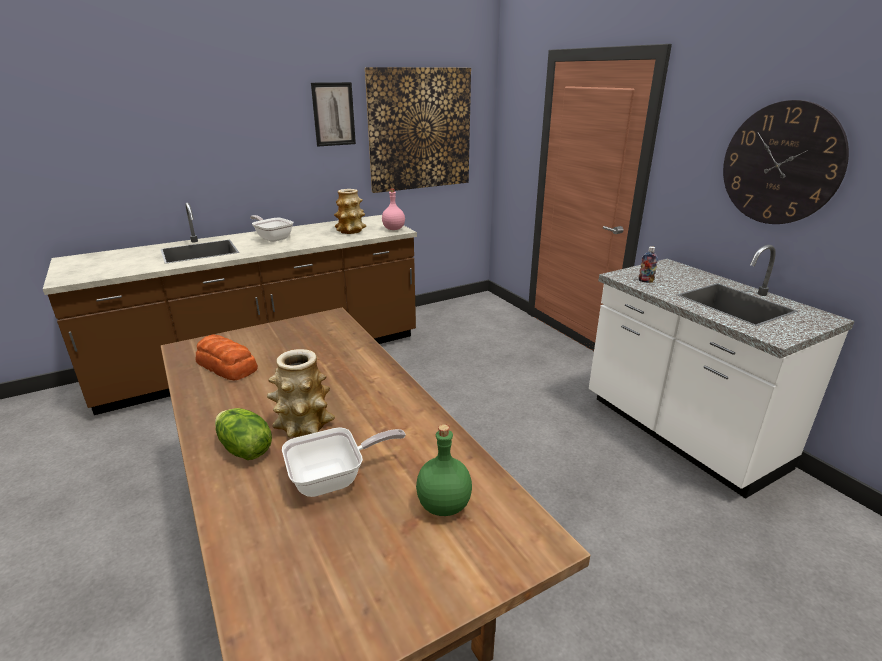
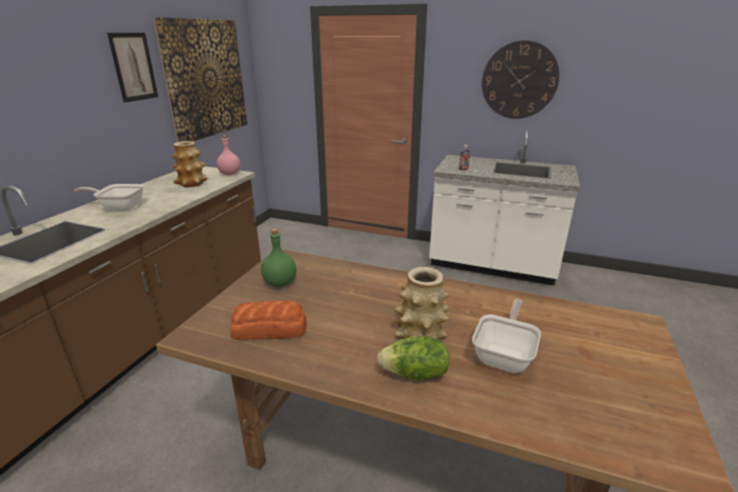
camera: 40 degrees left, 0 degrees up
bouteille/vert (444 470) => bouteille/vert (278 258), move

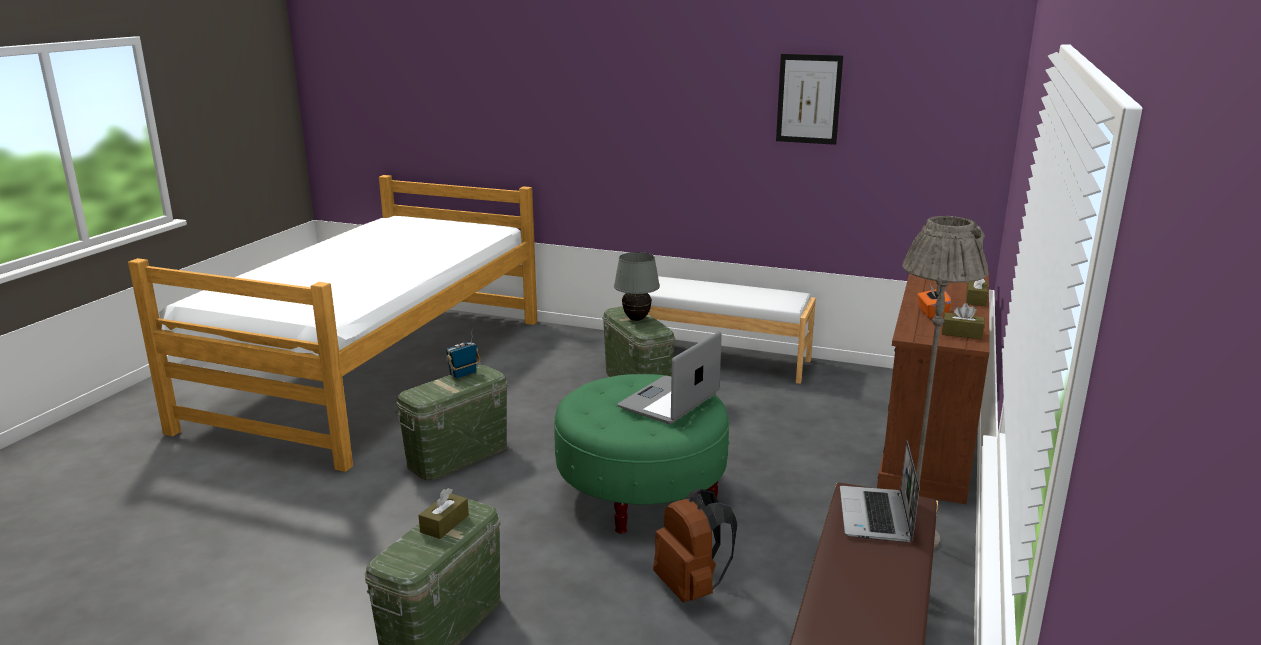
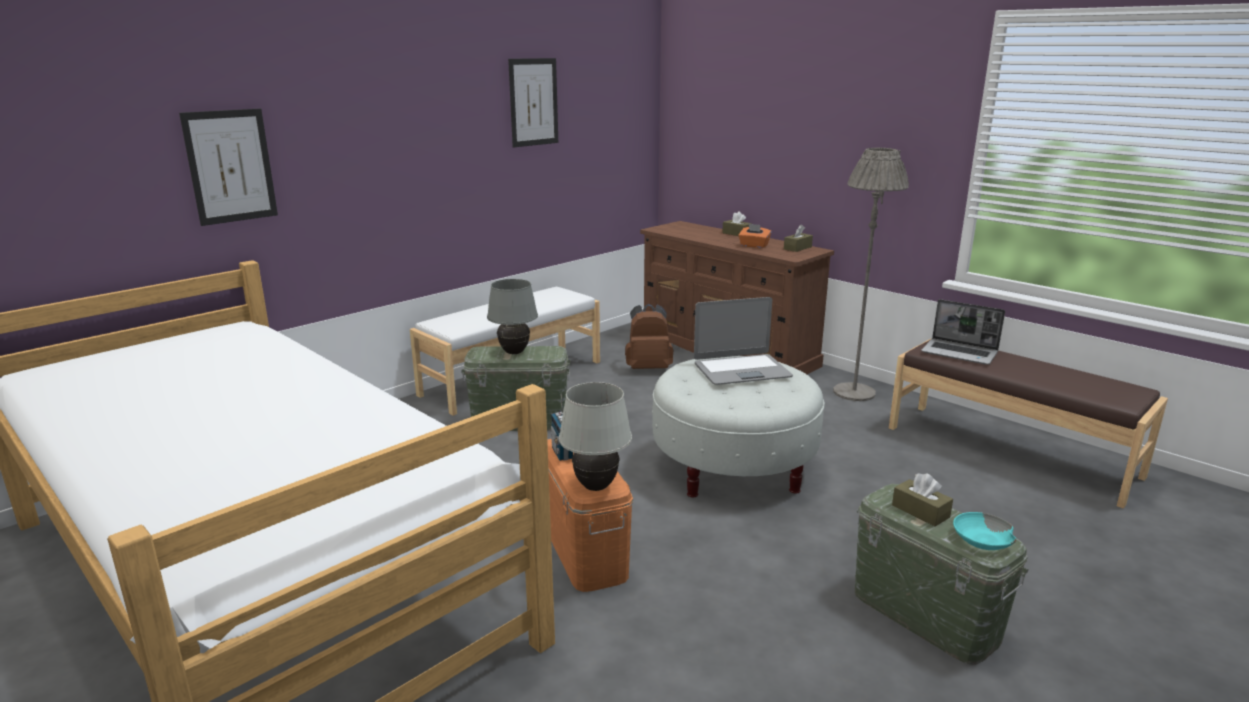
camera: 65 degrees left, 0 degrees up
nothing => tableau (228 167)
nothing => lampe de table/blanc (595 436)
nothing => bol/turquoise (984 531)
sac à dos/marron (695 545) => sac à dos/marron (649 336), move
boîte de rangement/vert (452 422) => boîte de rangement/orange (590 515)
pouf/vert (642 453) => pouf/blanc (738 426)
ordinateur portable (670 377) => ordinateur portable (743 341), 75 degrees counterclockwise

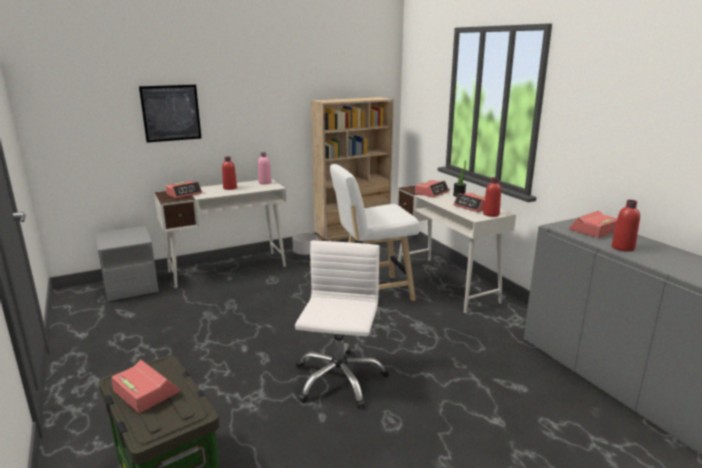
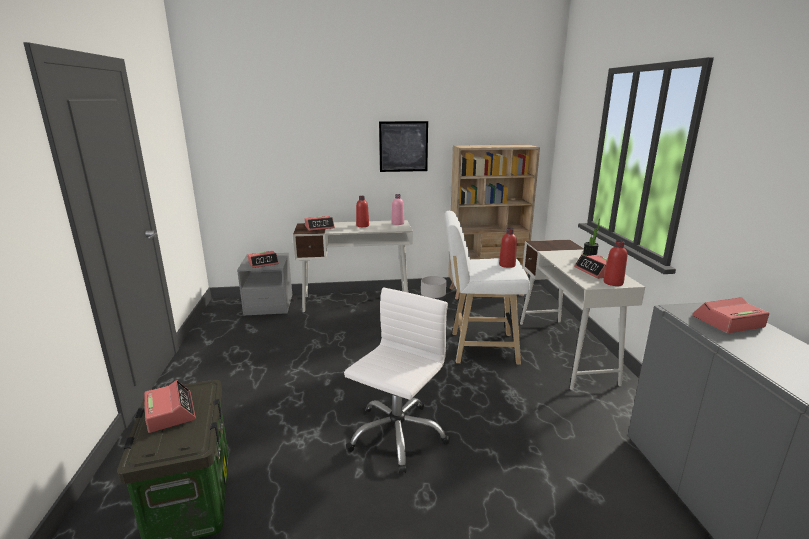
camera: 20 degrees right, 0 degrees up
tableau (170 114) => tableau (403 146), move
réveil (432 189) => réveil (263 259), move
bouteille/rouge (626 226) => bouteille/rouge (508 248), move

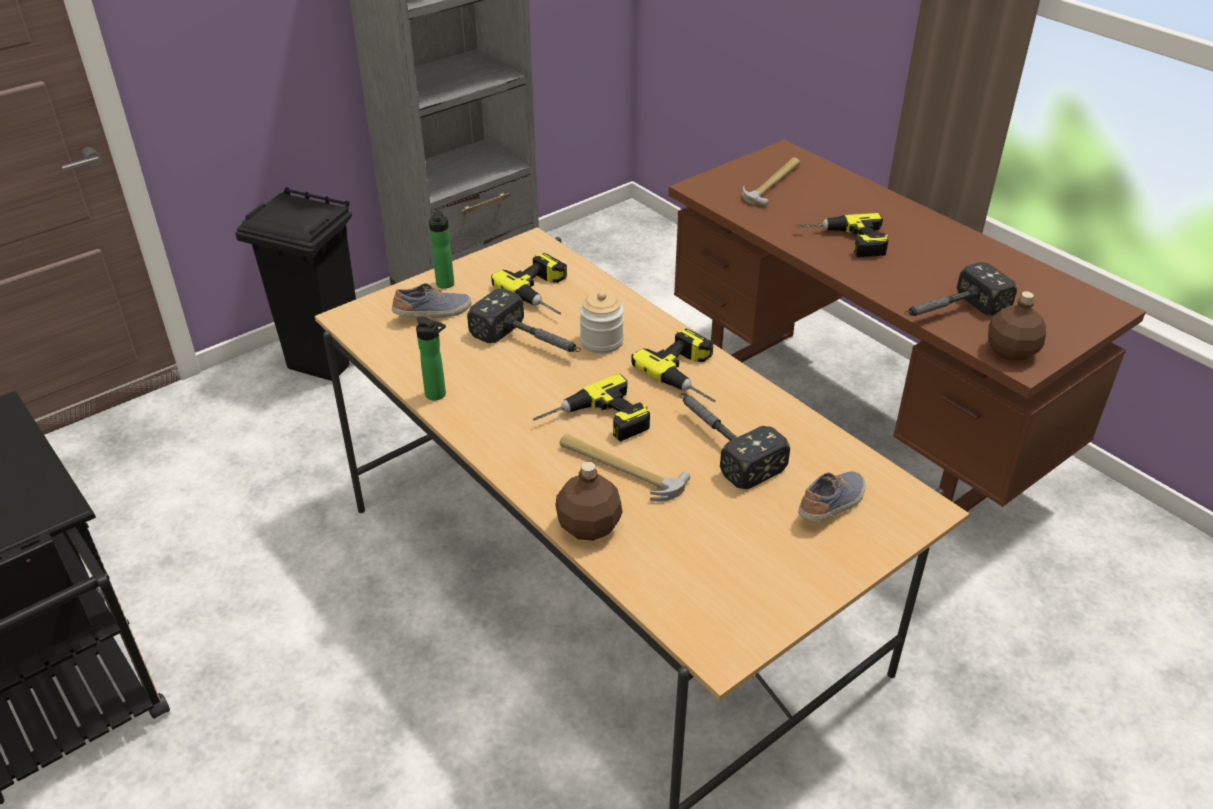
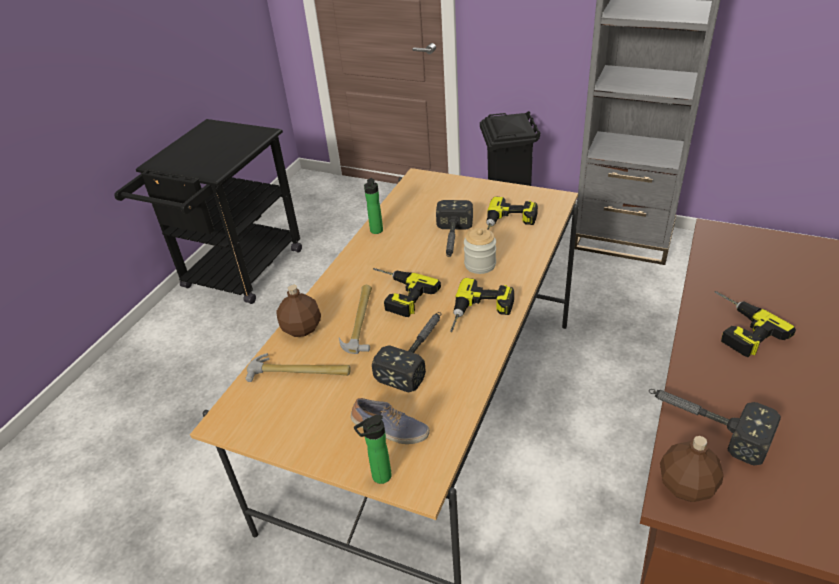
camera: 65 degrees right, 0 degrees up
chaussure (431 300) => nothing
bouteille (441 249) => bouteille (373 449), move
marteau (771 181) => marteau (297 367), move

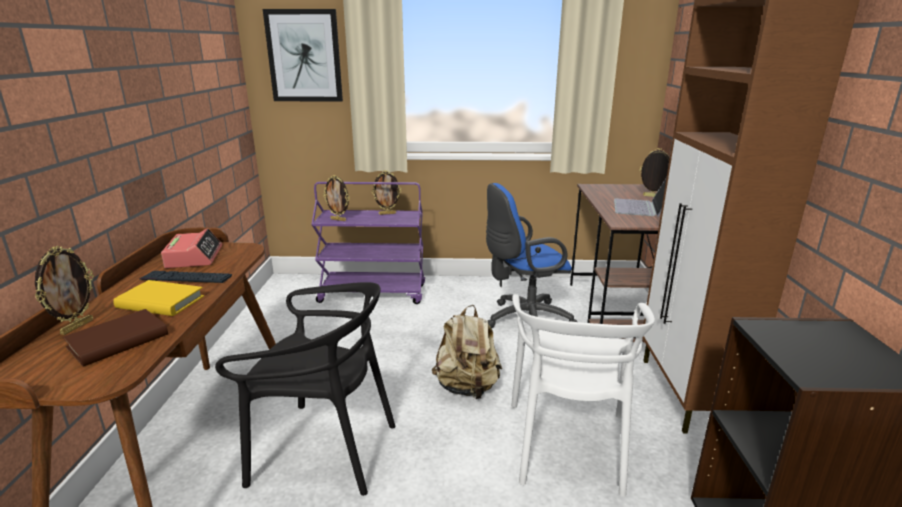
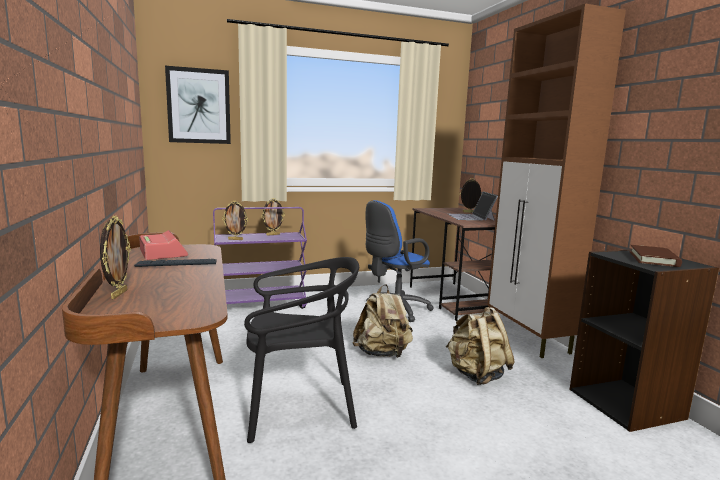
camera: 20 degrees left, 10 degrees down
livre/jaune (158 298) => nothing
livre/marron (115 338) => livre/marron (655 256), move
chaise/blanc (583 395) => sac à dos/beige (480 346)

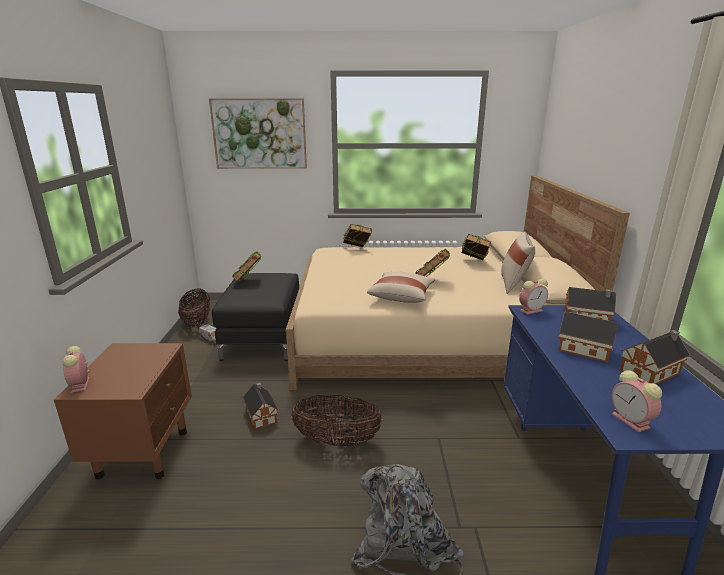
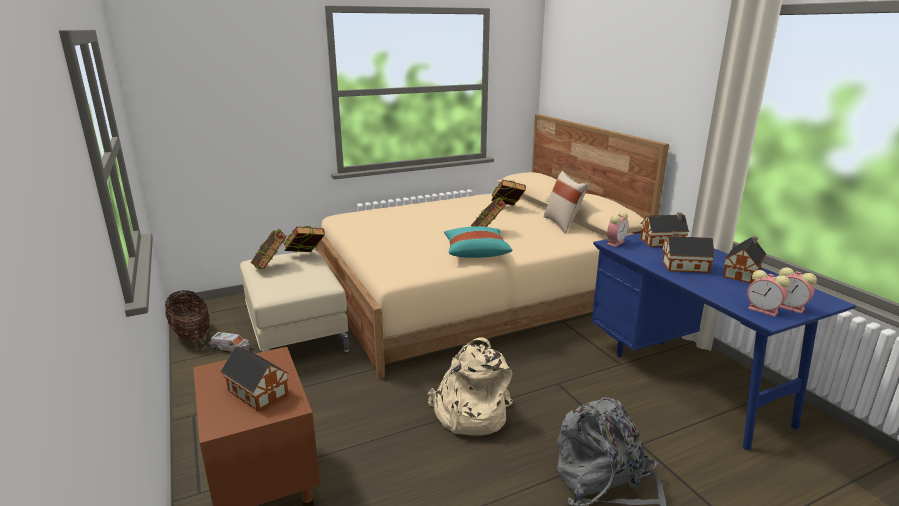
camera: 25 degrees left, 0 degrees up
tableau (258 134) => nothing
réveil (76 369) => réveil (798 290), move
maison miniature (261 406) => maison miniature (255 377), move
livre (357 235) => livre (304 239), move
panier (337 420) => sac à dos/beige (470 386)
pouf/noir (255 317) => pouf/beige (294 301)
coussin/beige (401 287) => coussin/turquoise (478 242)

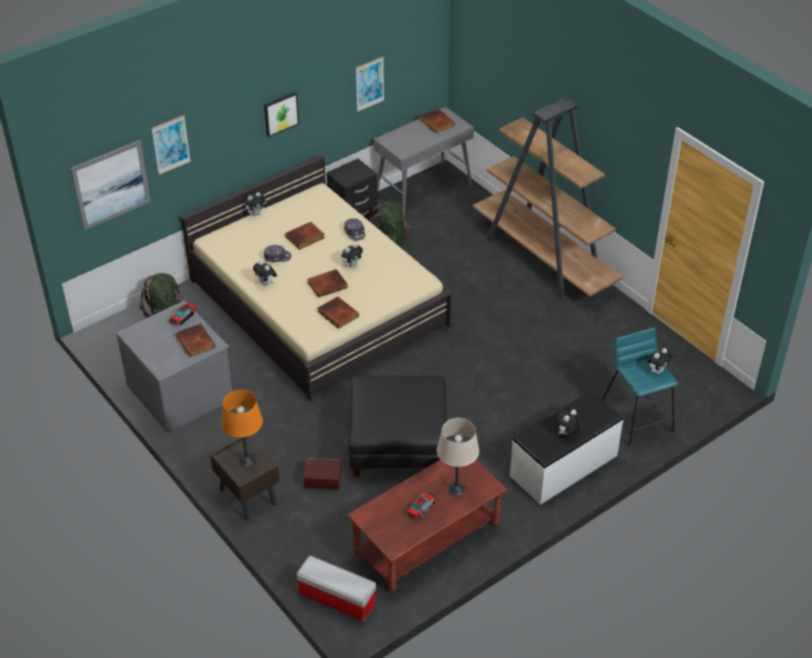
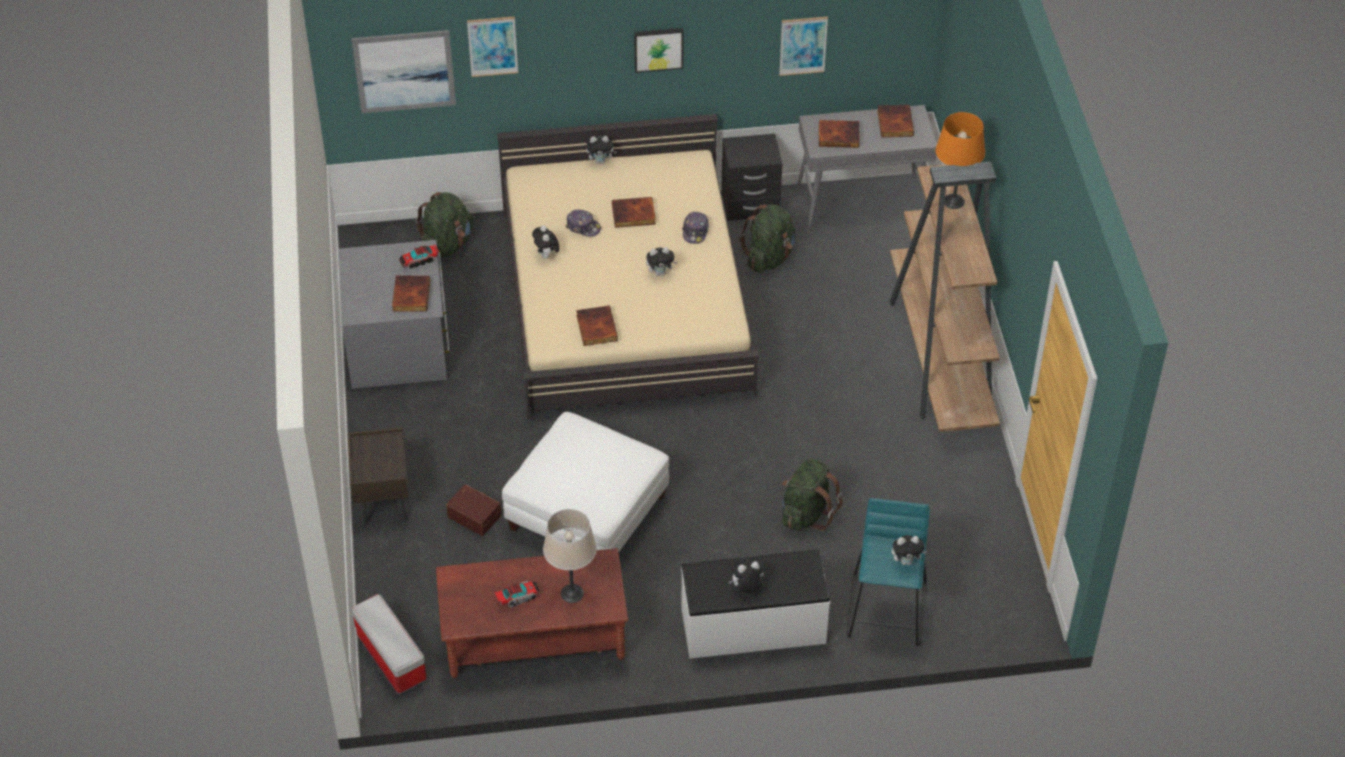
camera: 30 degrees right, 5 degrees up
nothing => sac à dos/vert (812 495)
lampe de table/orange (242 428) => lampe de table/orange (960 160), move
livre (328 283) => livre (839 134), move
pouf/noir (398 426) => pouf/blanc (585 482)

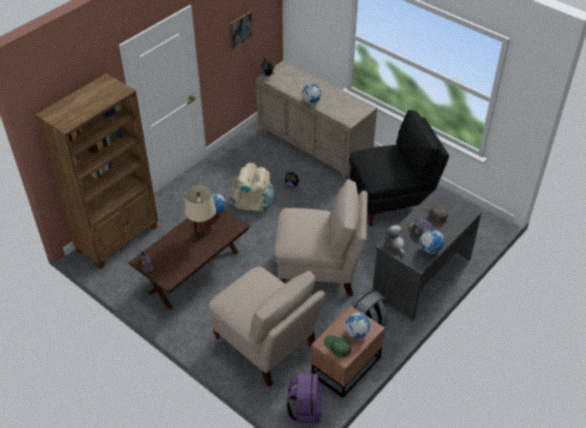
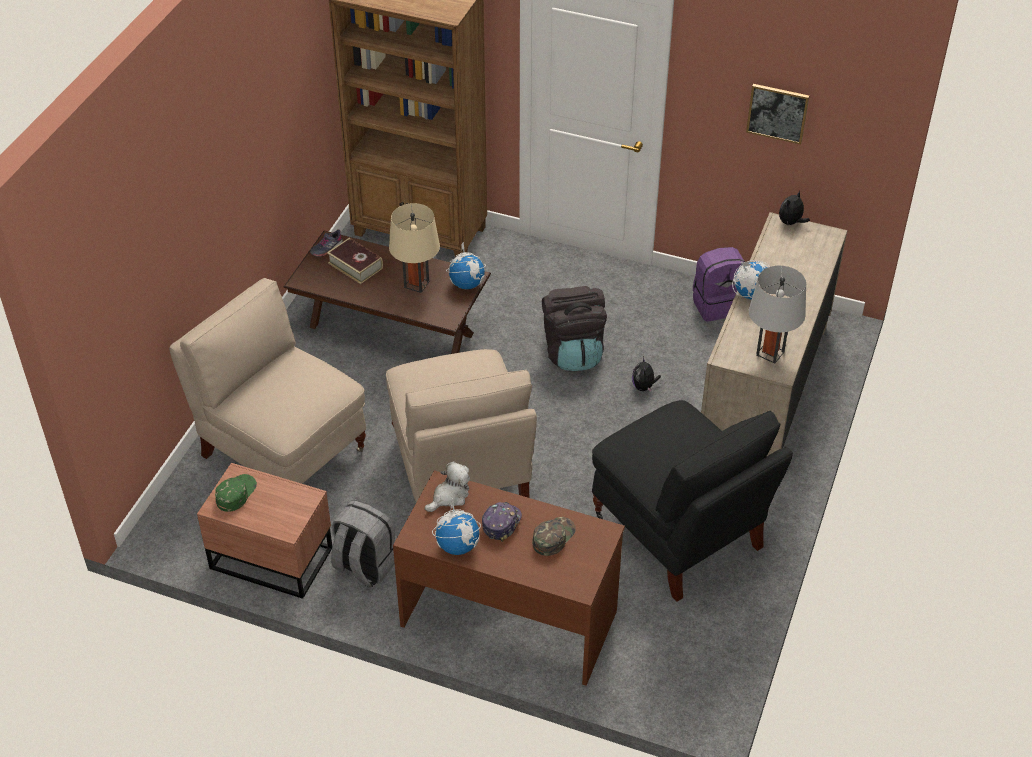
camera: 70 degrees right, 0 degrees up
globe (358 326) => nothing
nothing => livre (355 261)
nothing => lampe de table/gris (777 315)
sac à dos/violet (304 398) => sac à dos/violet (719 284), move
sac à dos/beige (251 187) => sac à dos/noir (574 328)
bureau/gris (427 254) => bureau/marron (509 578)
chaise/beige (266 327) => chaise/beige (268 381), 105 degrees clockwise

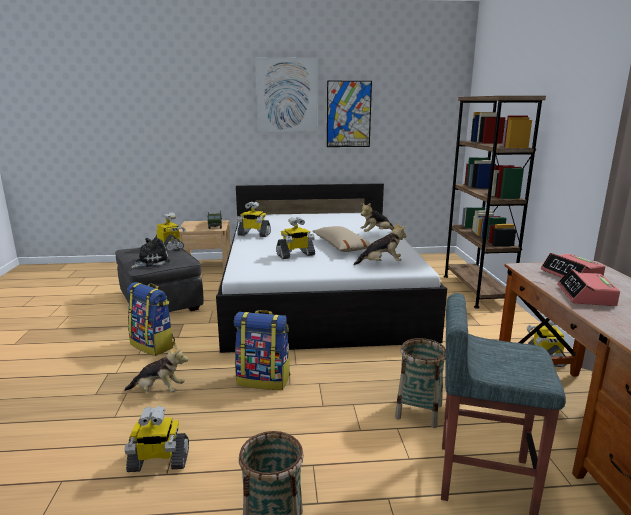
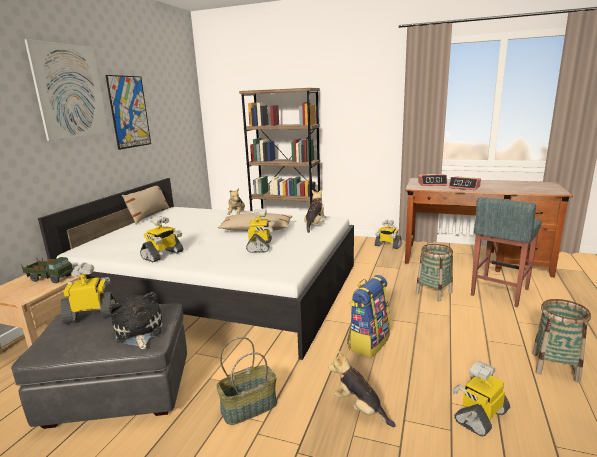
camera: 65 degrees left, 0 degrees up
nothing => coussin/beige (146 205)
sac à dos (151 319) => panier (246 381)
peluche (156 367) => peluche (362 388), 75 degrees counterclockwise
robot jouet (156 439) => robot jouet (481 399), 150 degrees counterclockwise

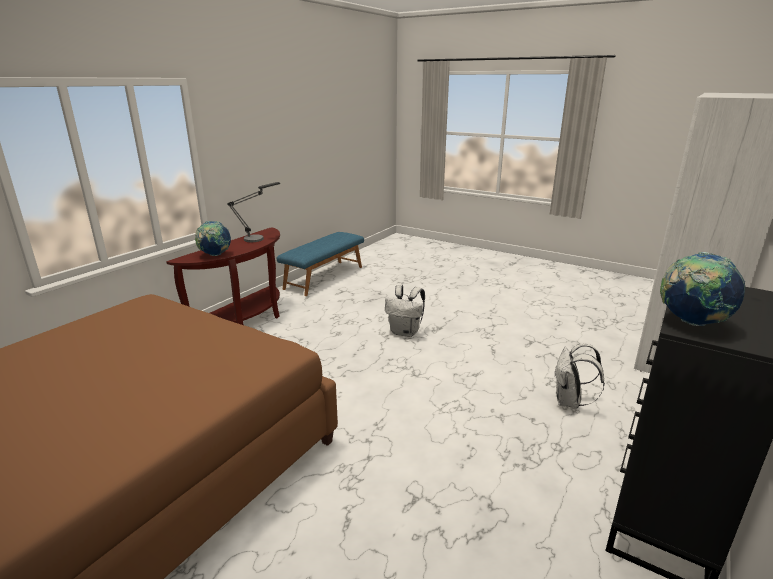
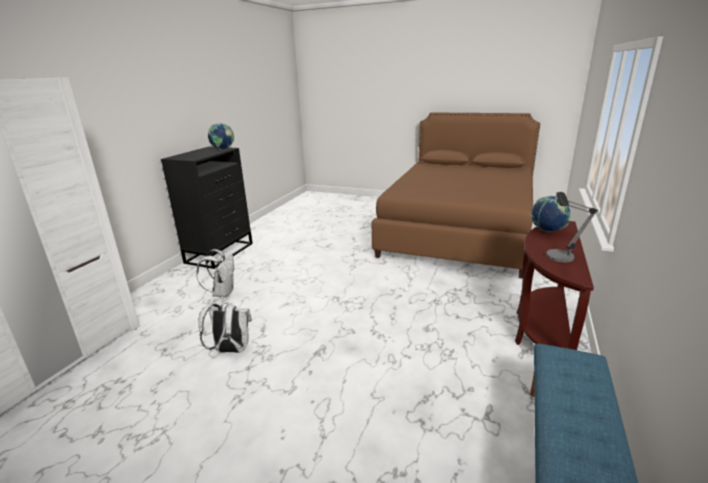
camera: 170 degrees right, 0 degrees up
sac à dos/blanc (405 311) => sac à dos/blanc (225 328), move

